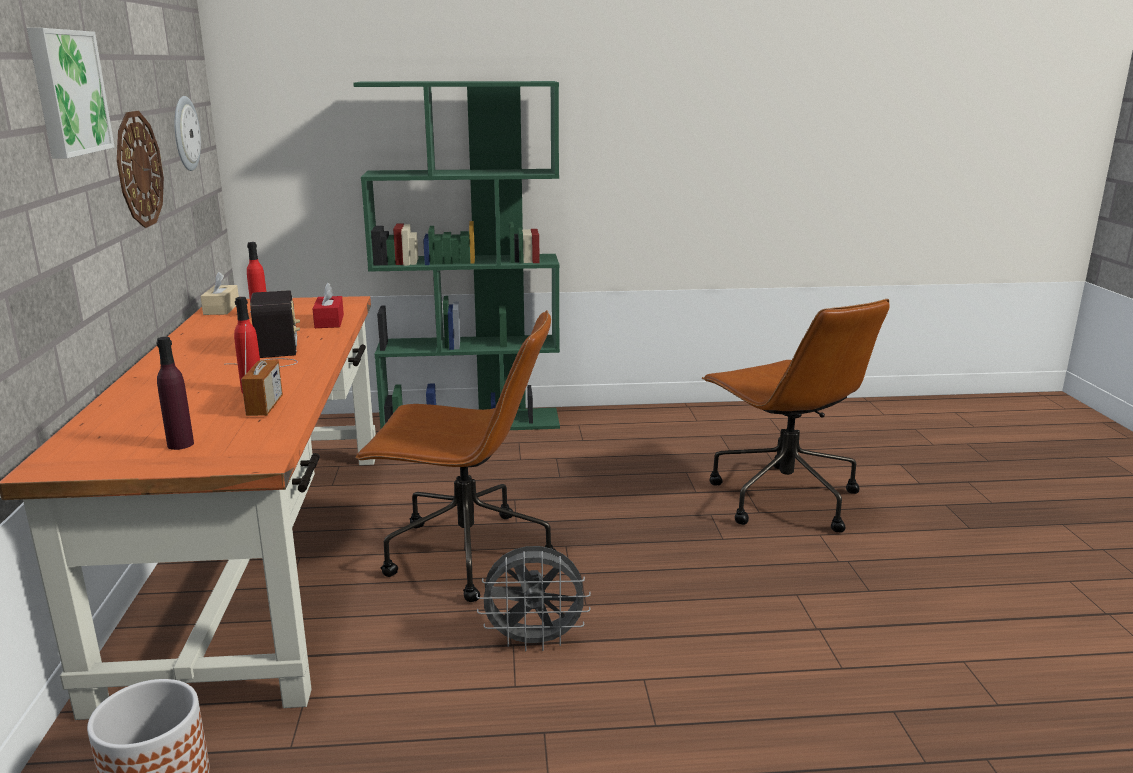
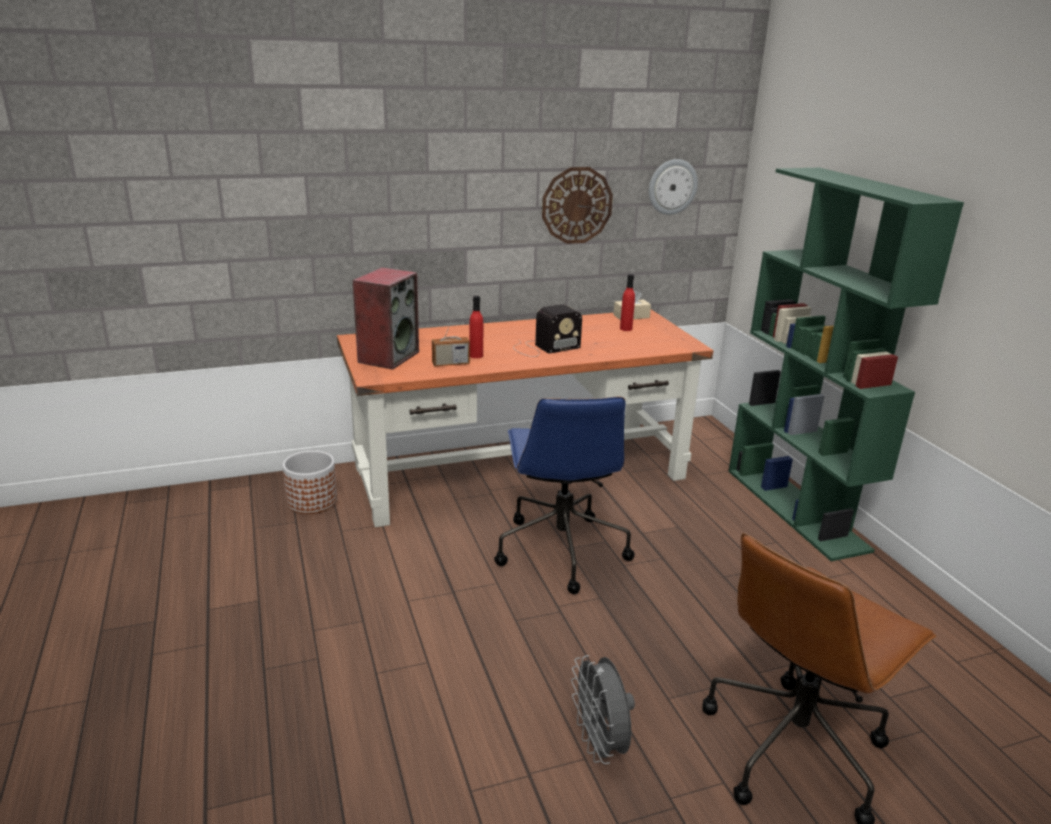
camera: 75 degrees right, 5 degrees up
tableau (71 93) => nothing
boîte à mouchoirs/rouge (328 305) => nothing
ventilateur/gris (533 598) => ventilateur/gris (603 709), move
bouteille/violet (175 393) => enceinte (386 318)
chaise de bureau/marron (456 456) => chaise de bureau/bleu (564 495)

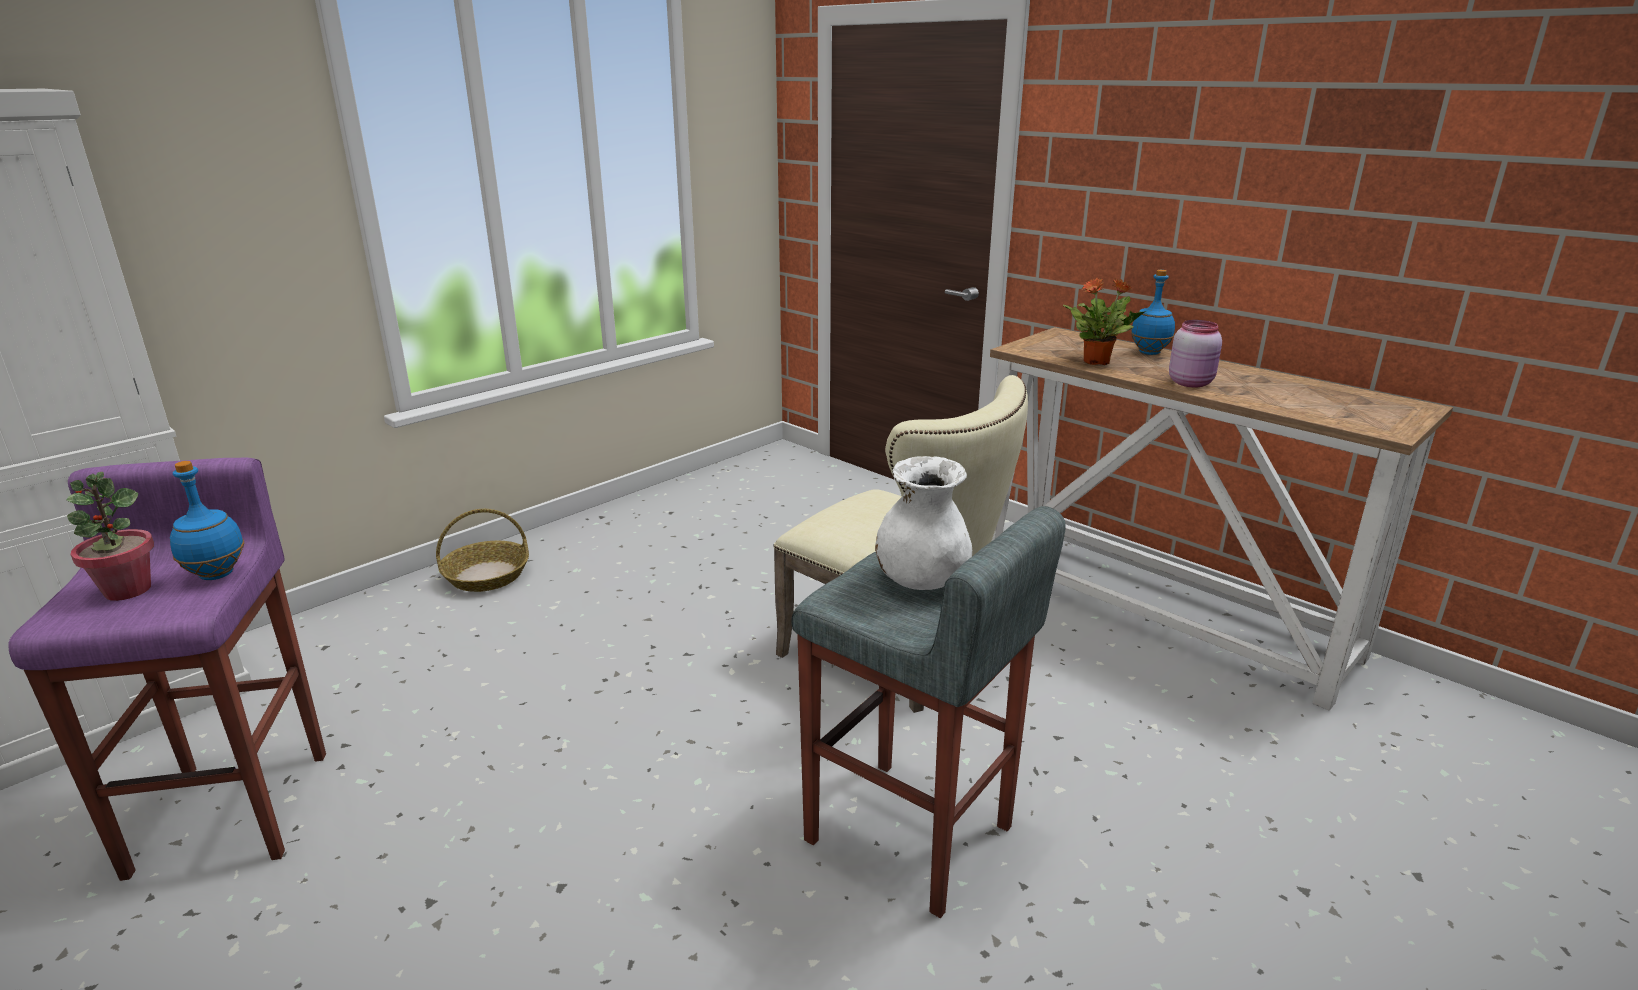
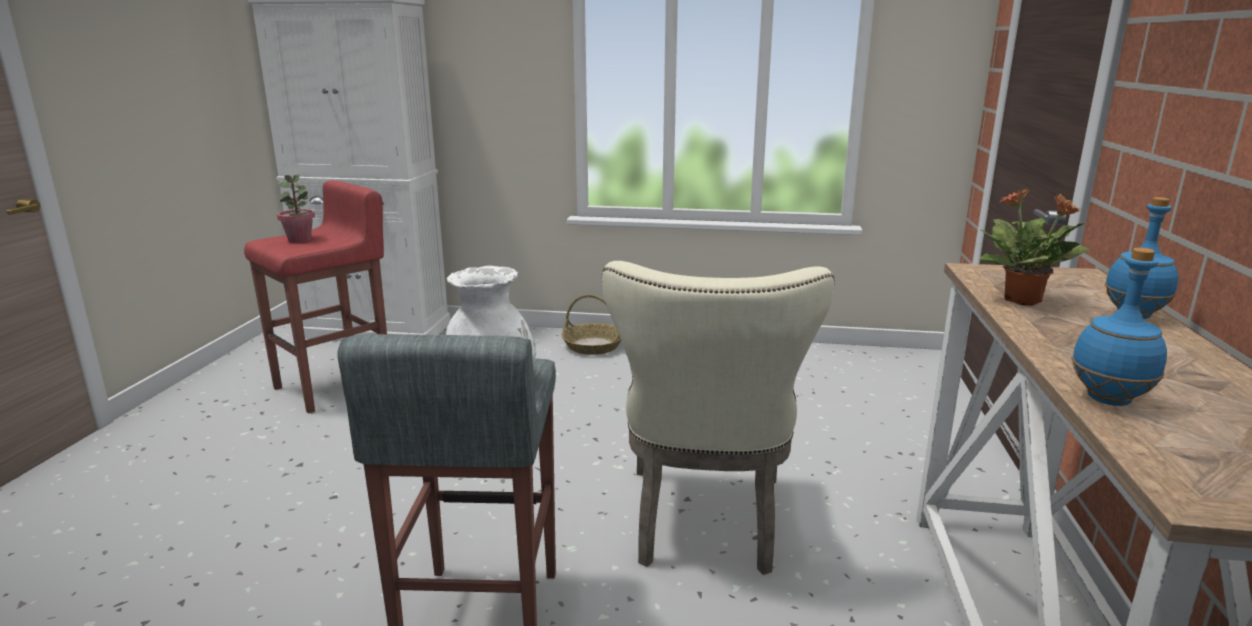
camera: 55 degrees right, 5 degrees down
bocal/rose (1195 353) => nothing
bouteille/bleu (207 520) => bouteille/bleu (1119 327), move
tabouret/violet (167 669) => tabouret/rouge (315 297)

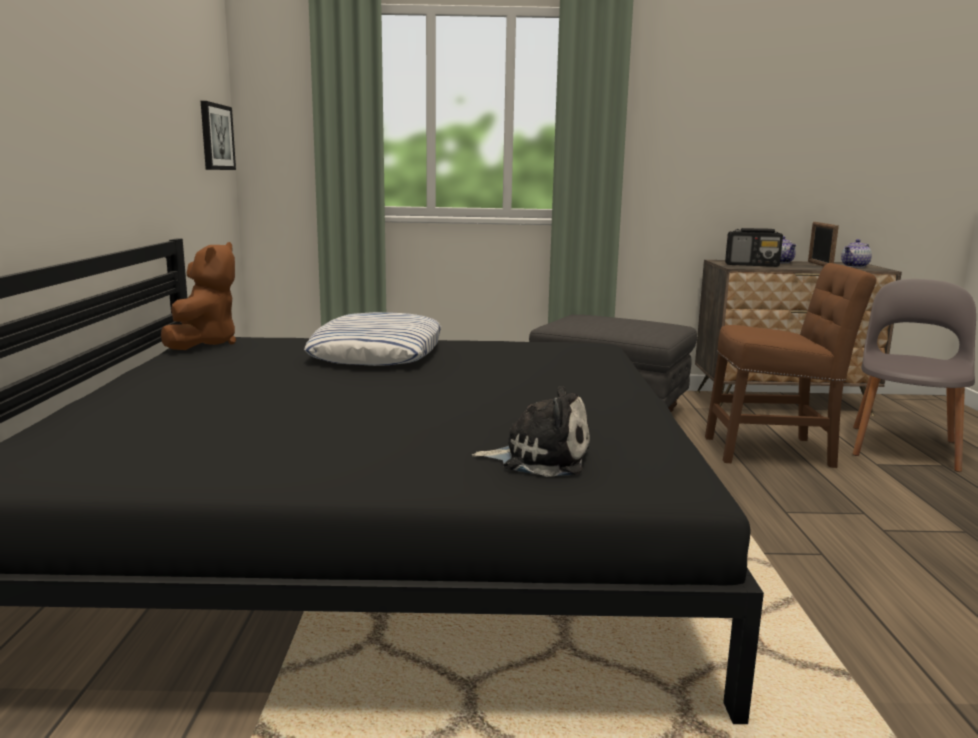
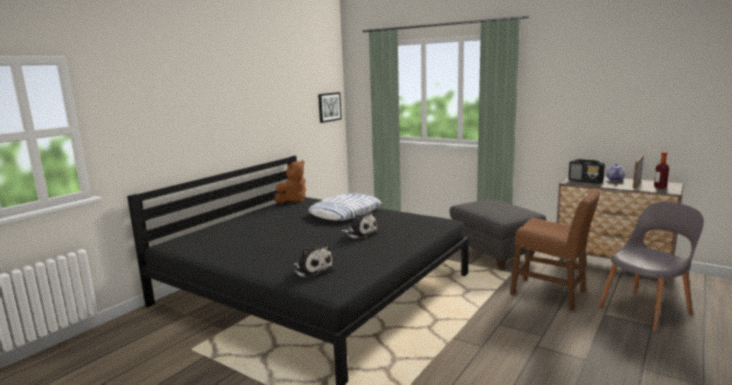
camera: 35 degrees right, 0 degrees up
nothing => peluche (359 225)
théière (856 253) => bouteille (661 170)

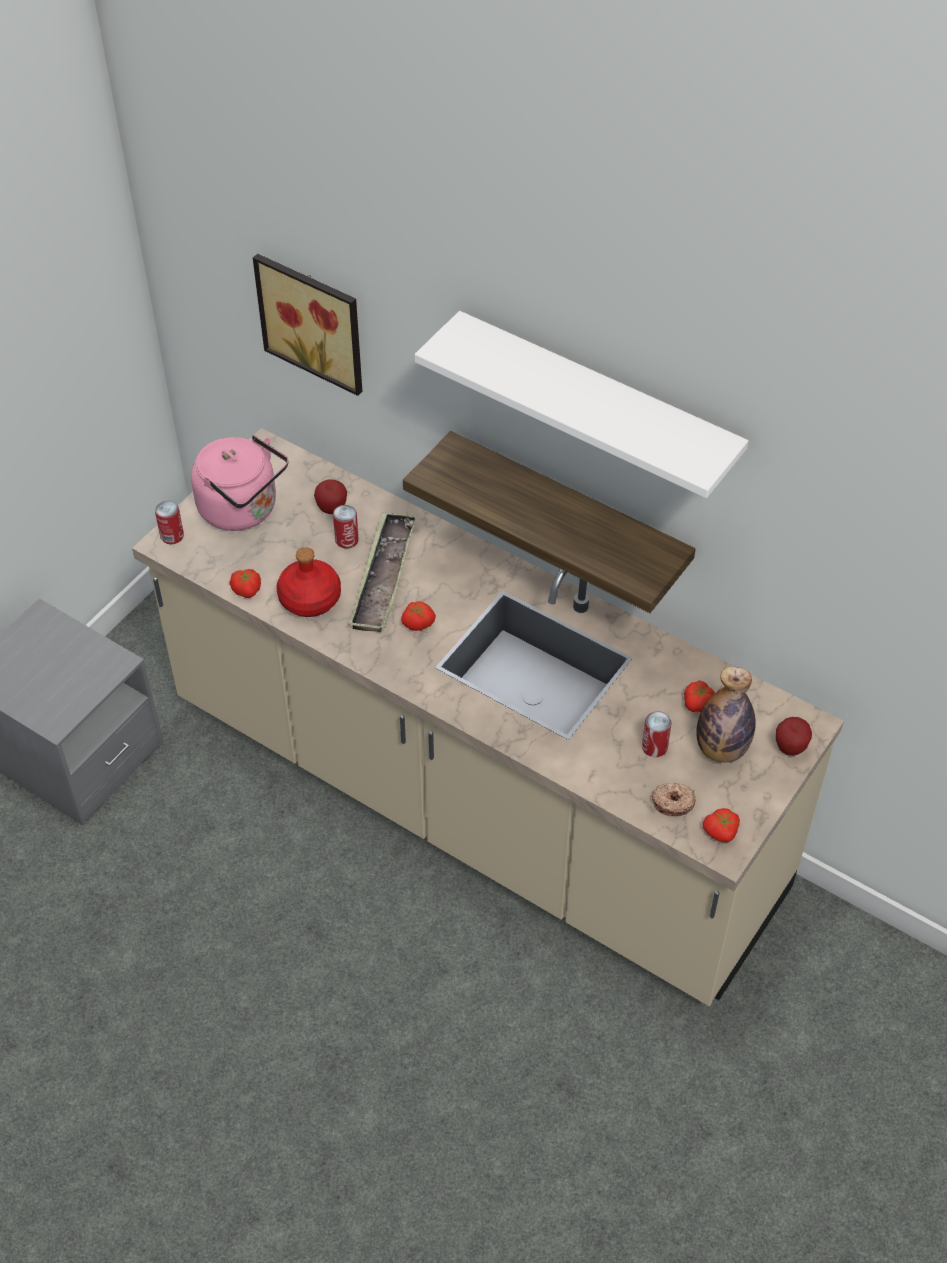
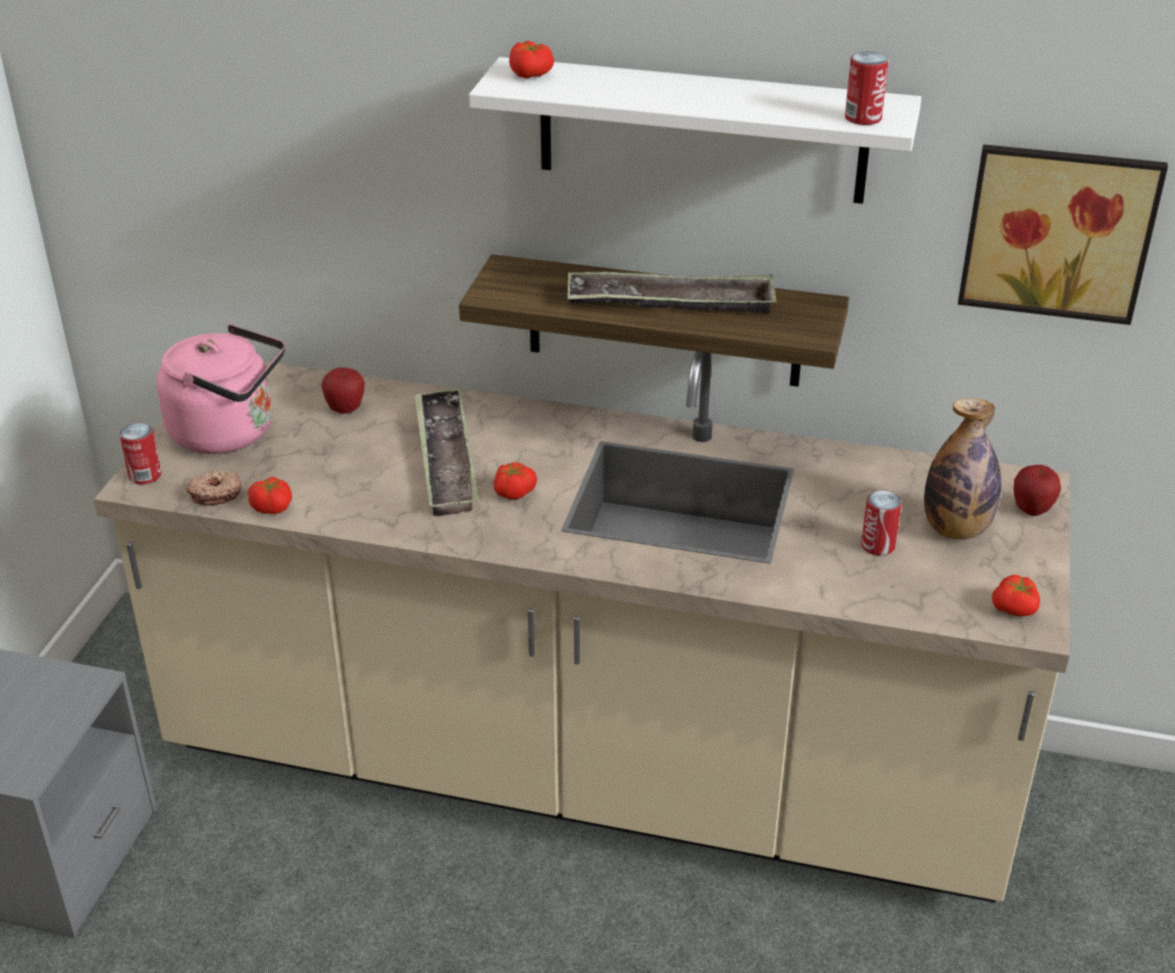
camera: 20 degrees left, 15 degrees down
bouteille/rouge (309 582) => nothing
nothing => plateau (671 292)
tableau (307 325) => tableau (1063 234), move
boîte métallique (346 527) => boîte métallique (867 88), move
beignet (673 799) => beignet (213 488), move
tomate (699 696) => tomate (531 60), move

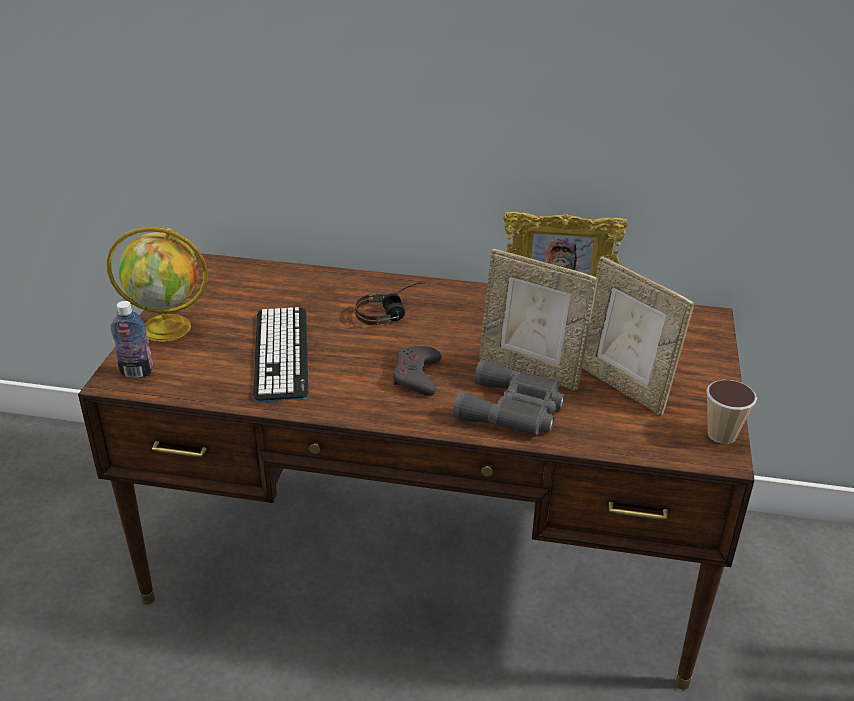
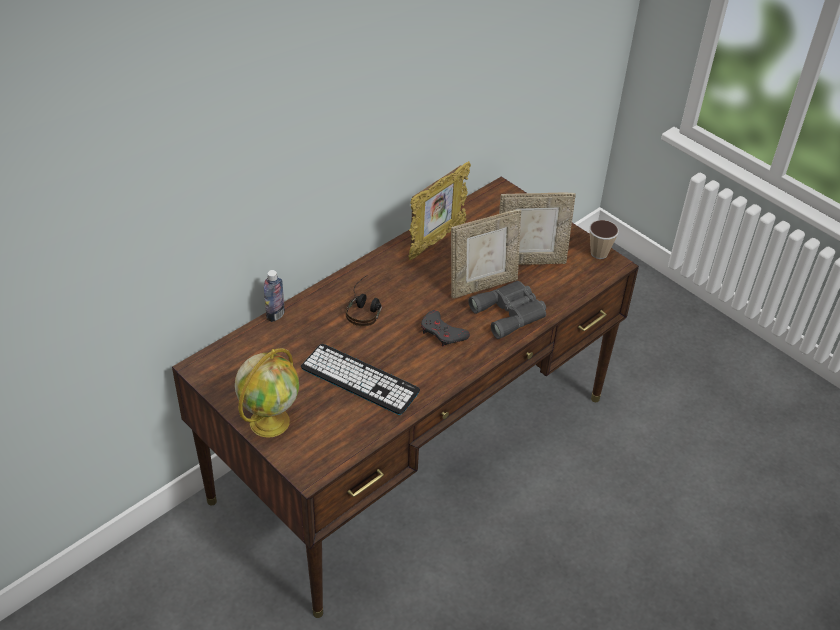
camera: 55 degrees left, 10 degrees up
bouteille (131 339) => bouteille (274 296), move

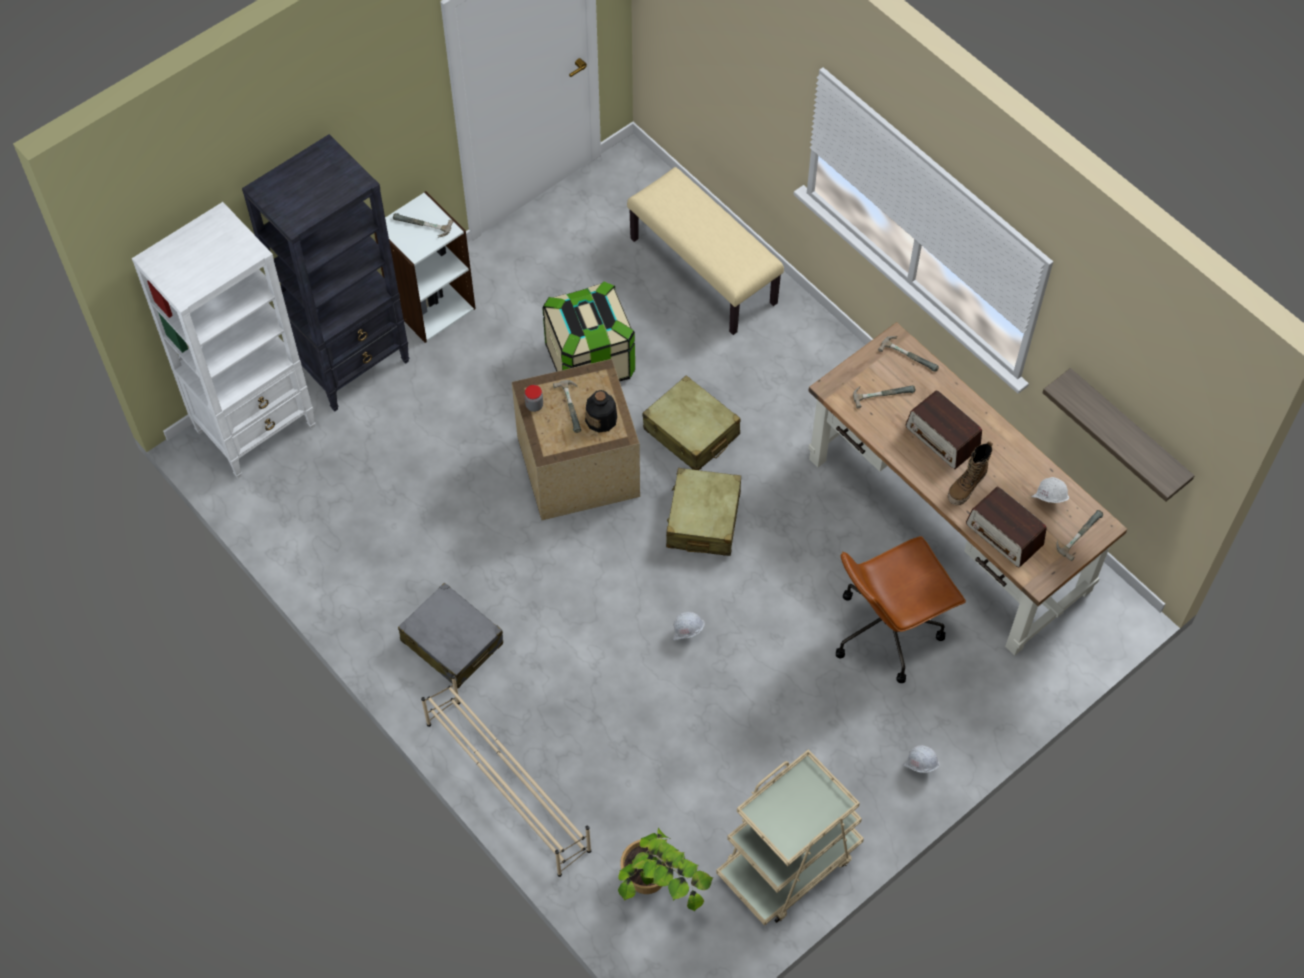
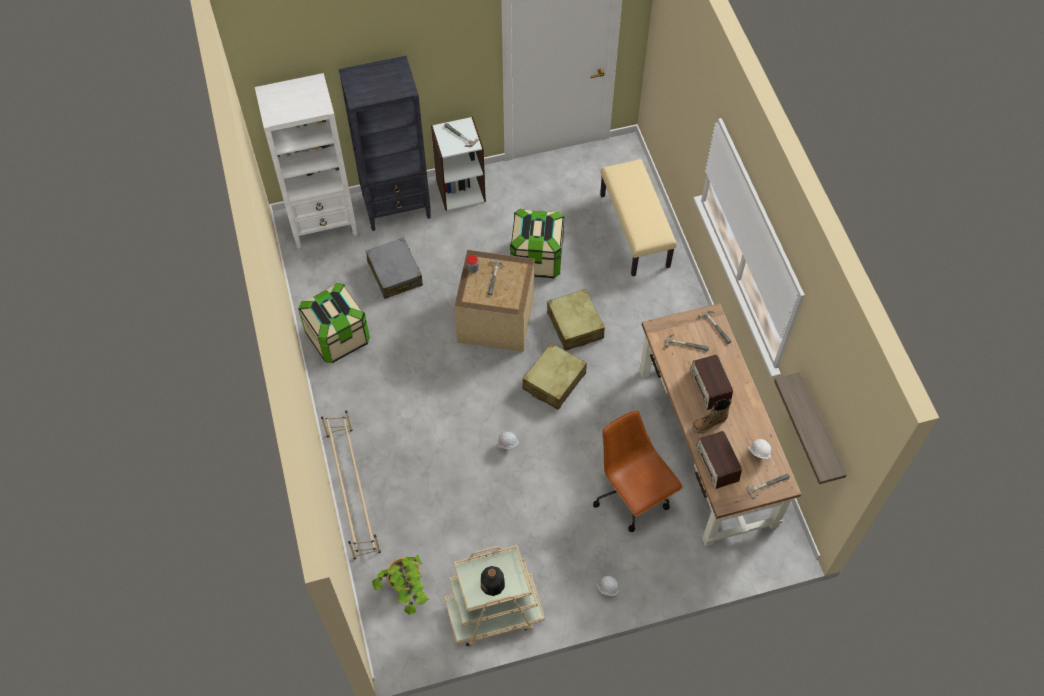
camera: 25 degrees right, 0 degrees up
nothing => boîte de rangement (334 323)
valise/gris (450 635) => valise/gris (394 268), move
bouteille (601 411) => bouteille (493 581), move
chaise de bureau/marron (901 609) => chaise de bureau/marron (638 471), 60 degrees clockwise

